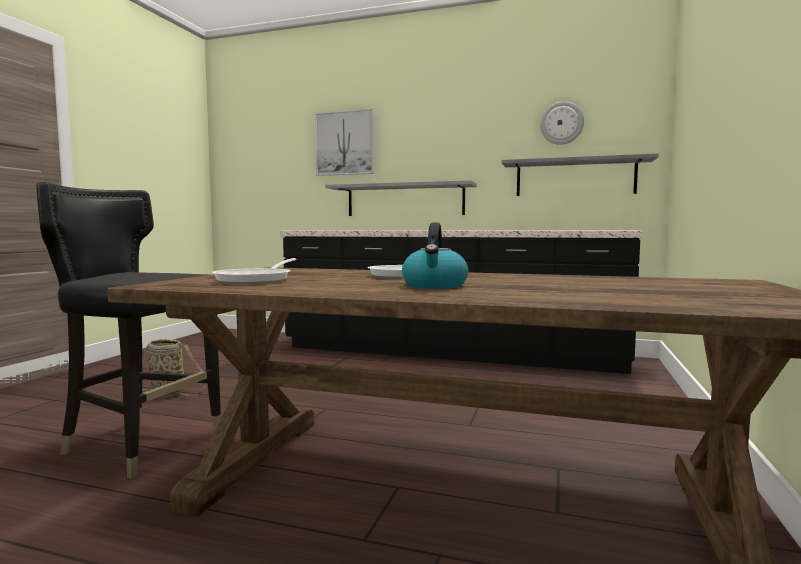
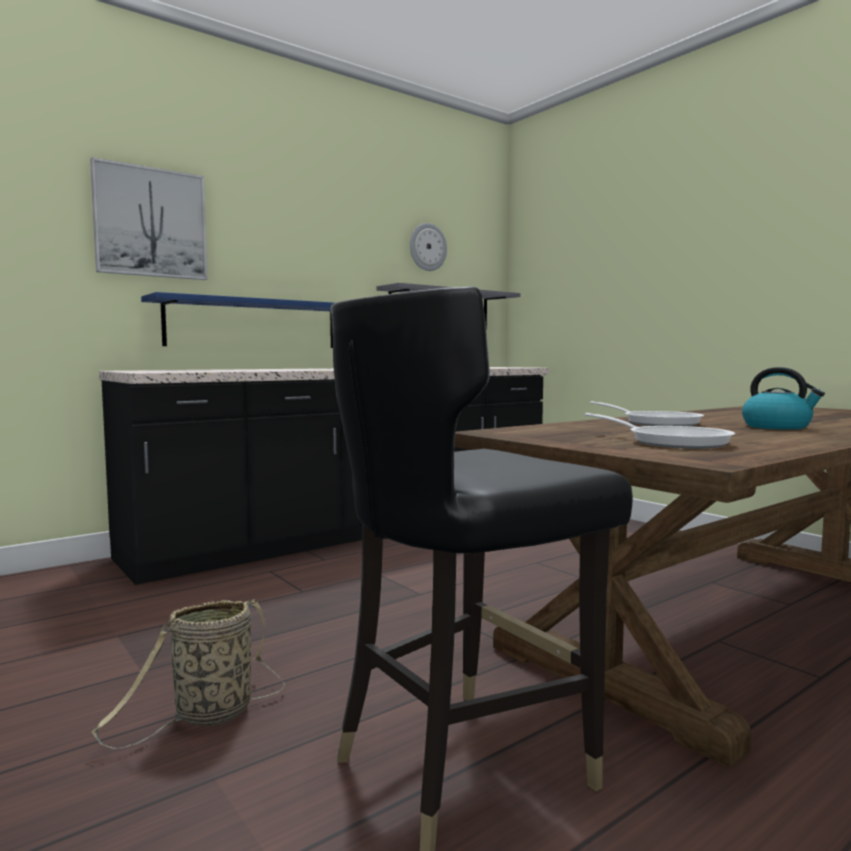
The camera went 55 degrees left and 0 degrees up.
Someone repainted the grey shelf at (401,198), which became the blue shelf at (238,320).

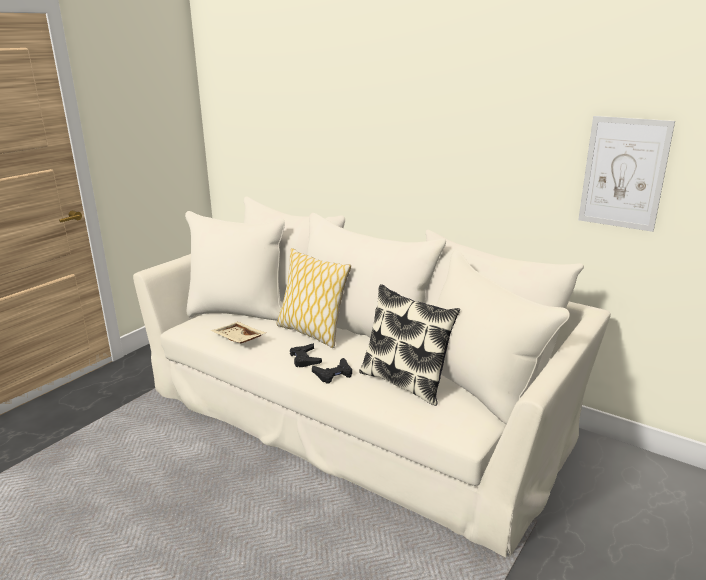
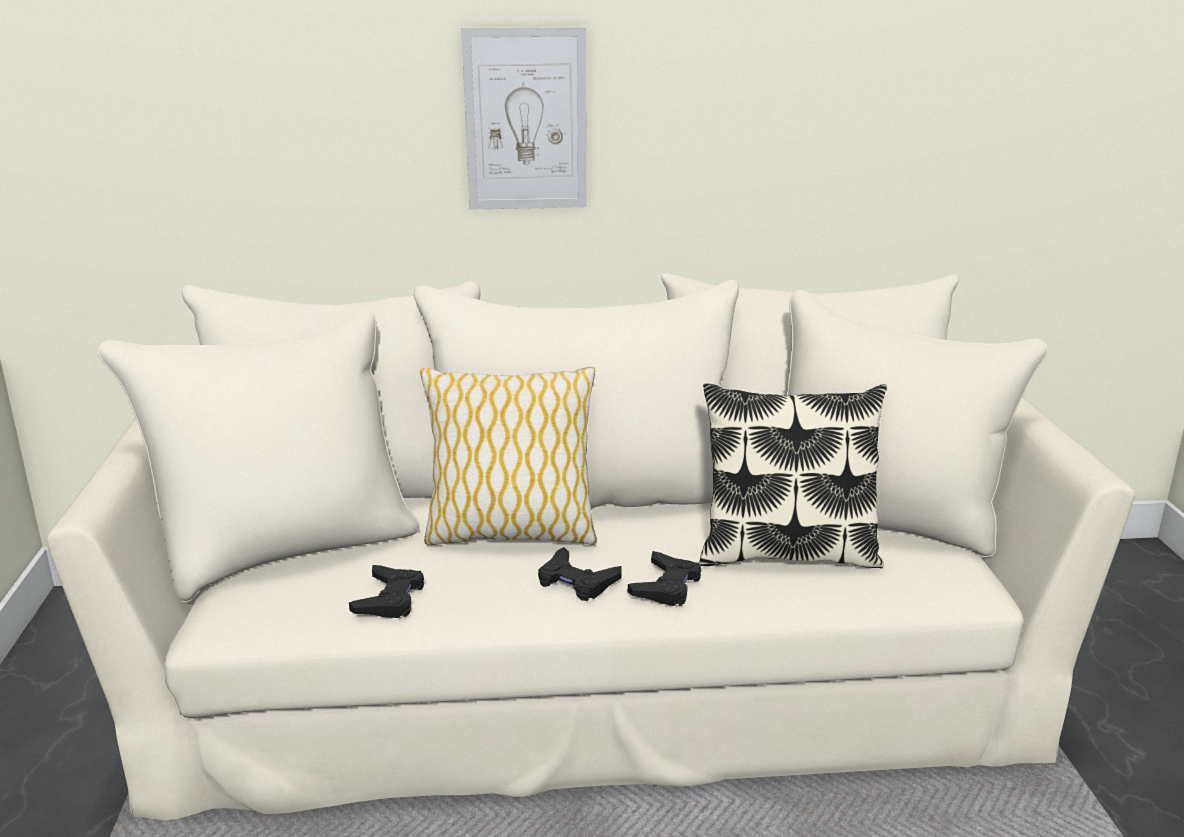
The camera went 40 degrees left and 0 degrees up.
Someone swapped the beige tray at (238,332) for the black game controller at (386,591).
Someone carried the picture from (626,174) to (524,118).

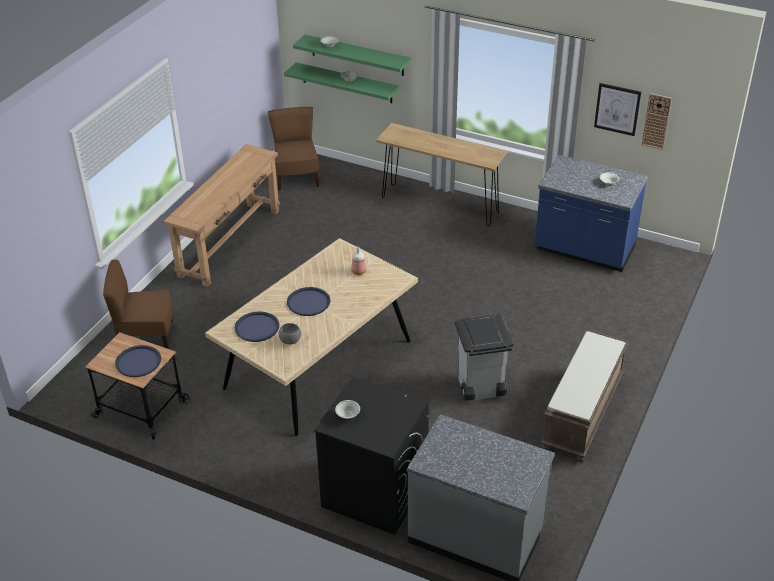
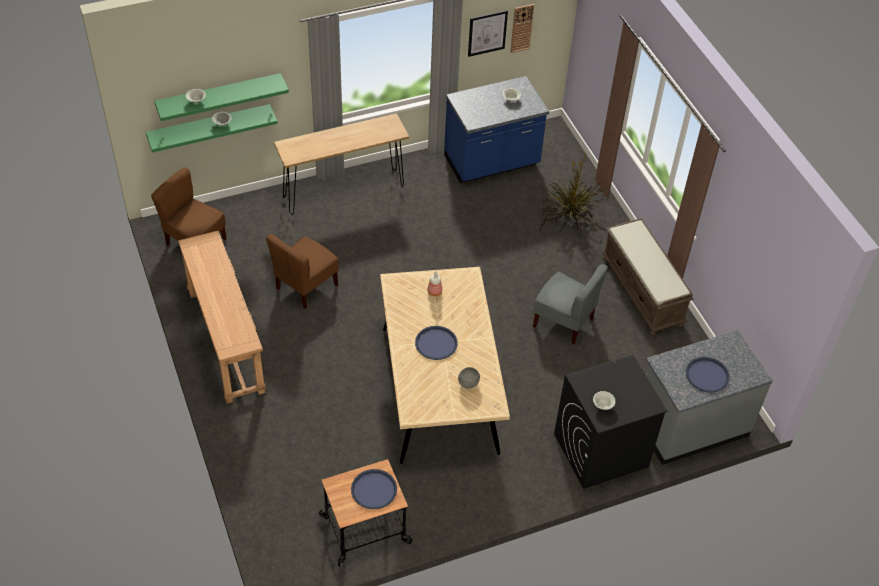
The camera went 50 degrees left and 10 degrees up.
Someone carried the brown chair from (138,304) to (302,271).
Someone swapped the grey trash can at (484,358) for the grey chair at (570,304).
Someone put down the potted plant at (573,194).
Someone carried the blue tray from (257,326) to (708,375).

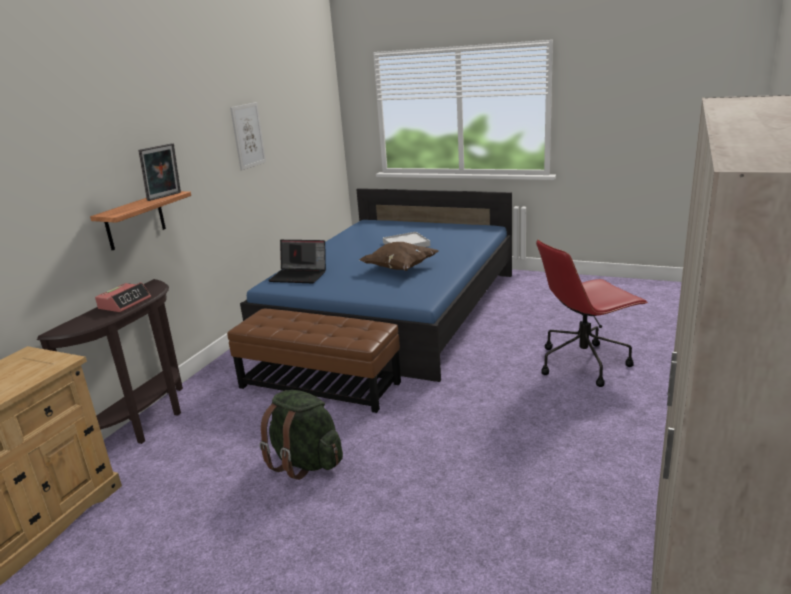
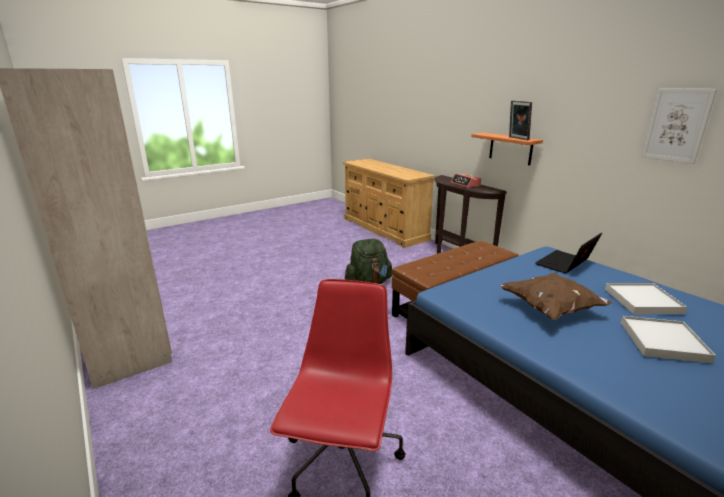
The camera went 120 degrees right and 0 degrees up.
Someone put down the white tray at (646,298).

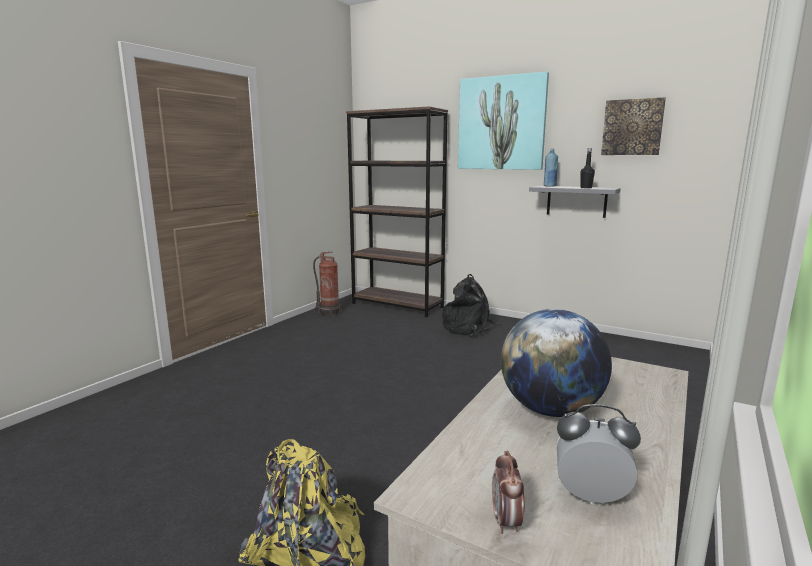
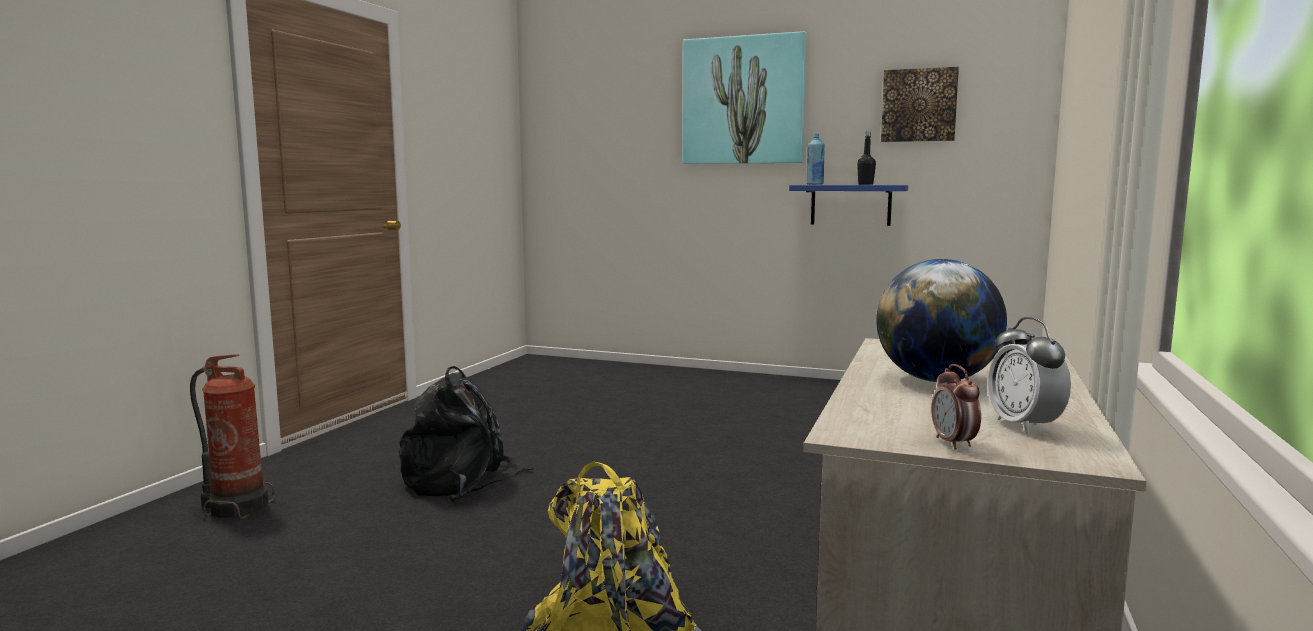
The camera went 10 degrees left and 5 degrees down.
Someone carried the fire extinguisher from (327,284) to (232,436).
Someone carried the black backpack from (472,306) to (466,434).
Someone repainted the grey shelf at (575,202), which became the blue shelf at (848,205).
Someone rotated the alarm clock at (599,454) by 105 degrees counterclockwise.
Someone took away the brown bookcase at (397,211).

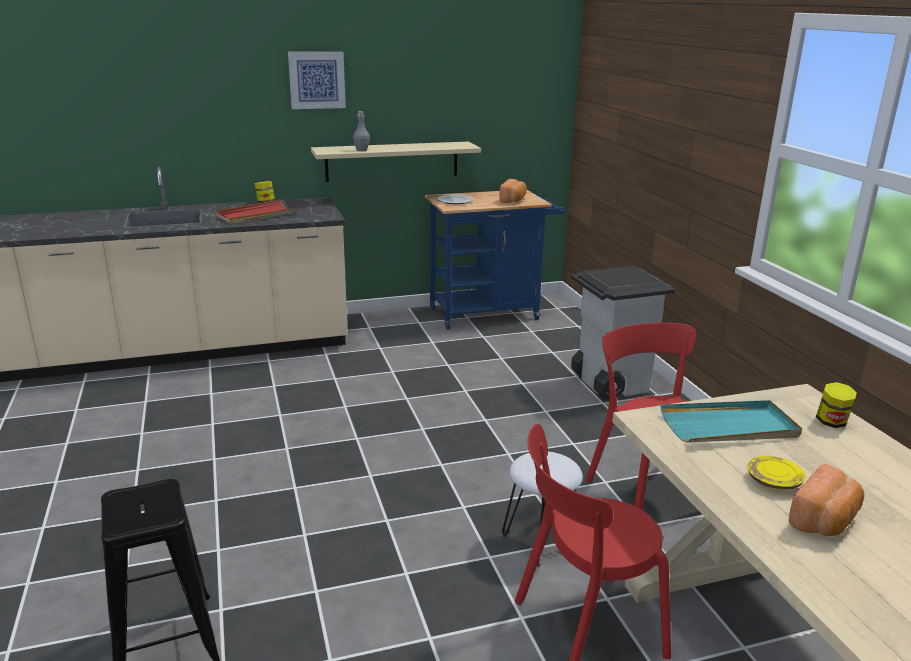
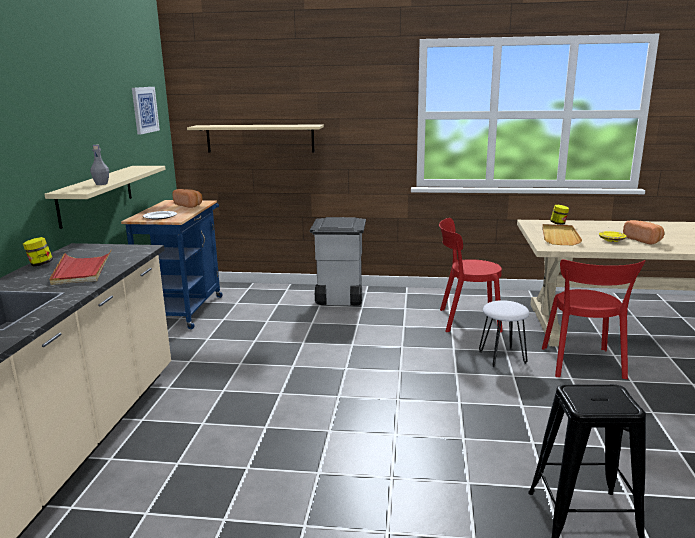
The camera went 65 degrees left and 5 degrees down.
Someone carried the picture from (317,80) to (146,111).
Someone put up the beige shelf at (255,138).
Someone repainted the turquoise tray at (731,421), which became the beige tray at (562,234).

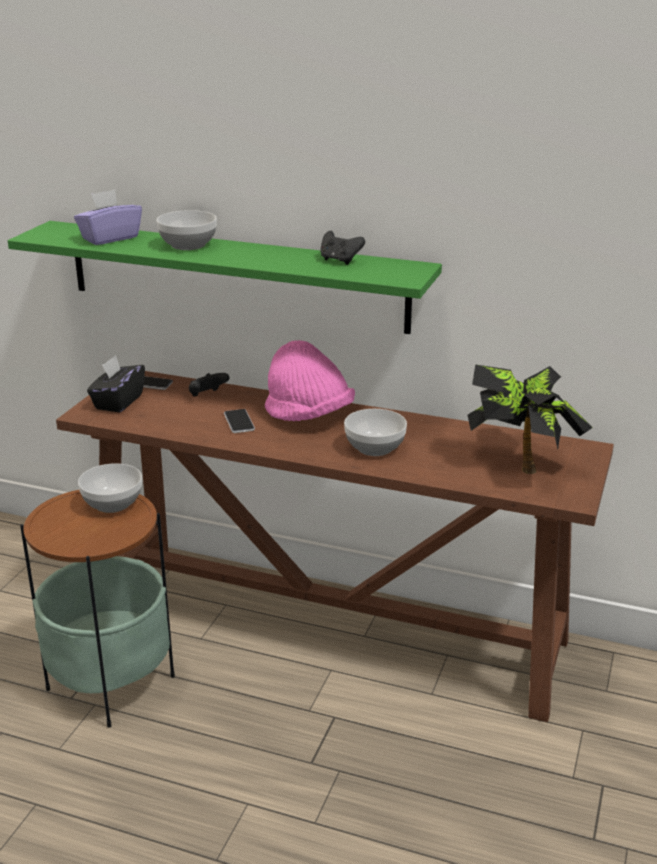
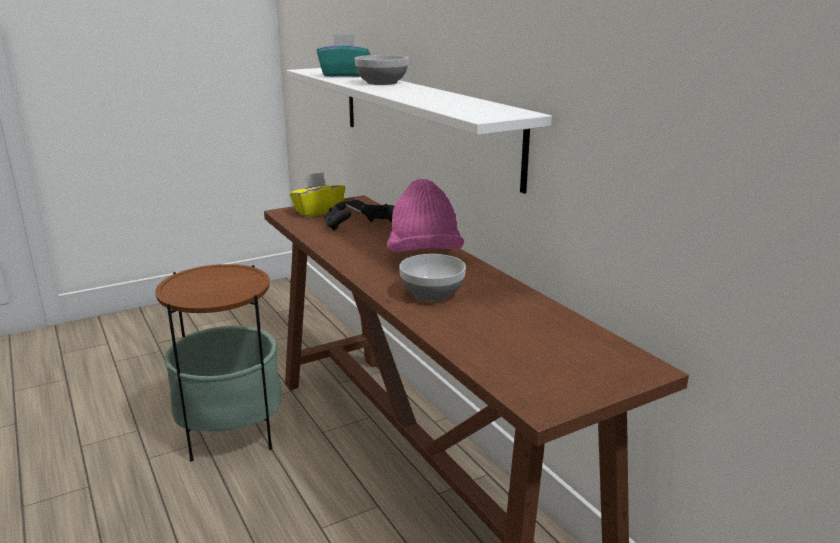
The camera went 40 degrees right and 5 degrees down.
Someone repainted the green shelf at (225,277), which became the white shelf at (419,131).
Someone repainted the black tissue box at (116,384), which became the yellow tissue box at (317,194).
Someone repainted the purple tissue box at (108,217), which became the turquoise tissue box at (343,55).
Someone carried the black game controller from (342,248) to (337,216).
Someone took away the bowl at (110,488).
Someone took away the phone at (239,421).
Someone took away the potted plant at (530,419).

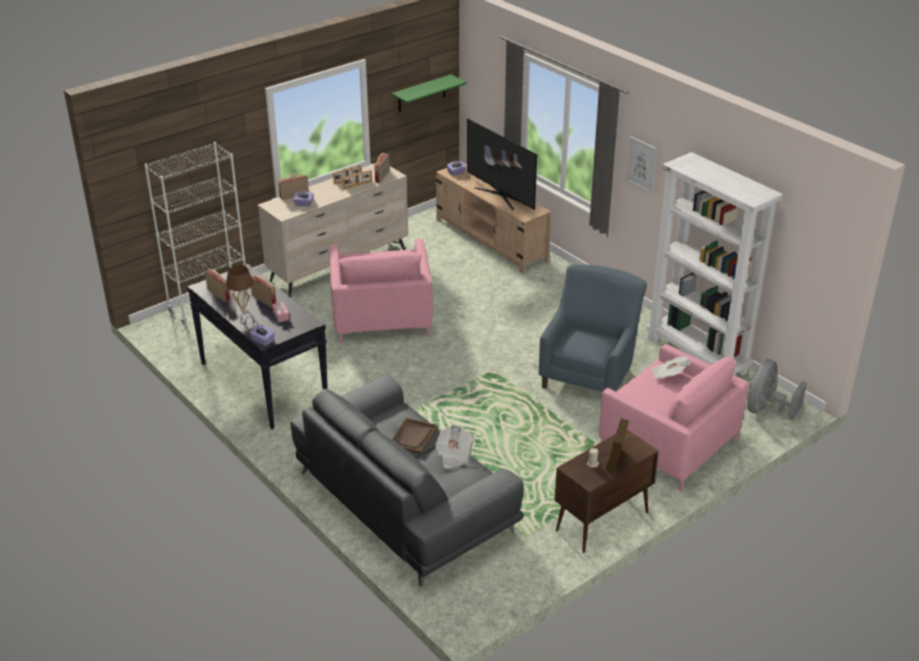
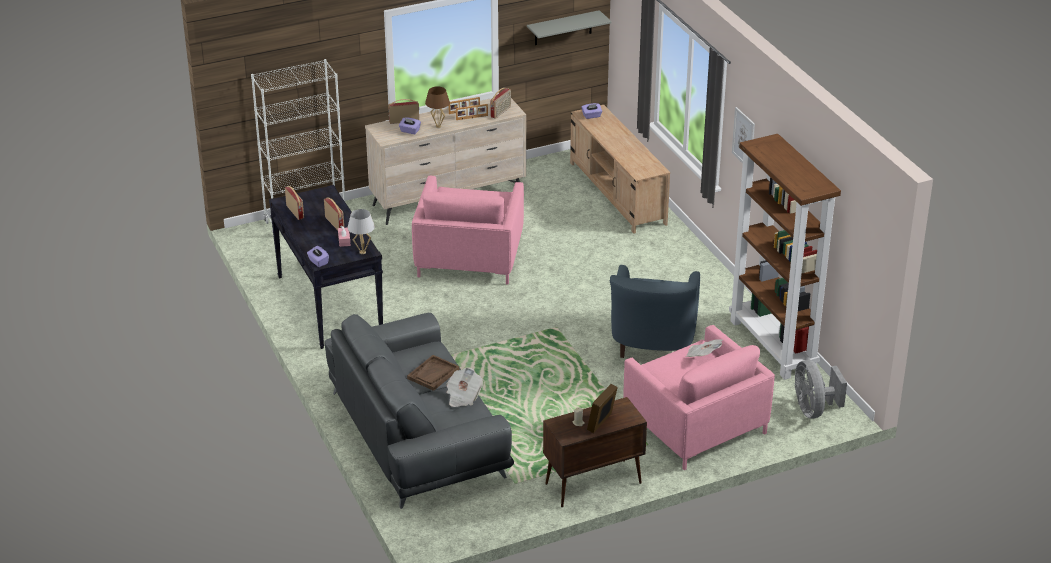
The camera went 15 degrees right and 0 degrees up.
Someone put down the white table lamp at (361,231).
Someone carried the brown table lamp from (240,288) to (437,107).
Someone repainted the green shelf at (429,93), which became the grey shelf at (569,27).
Someone rotated the blue armchair at (593,328) by 150 degrees clockwise.
Someone repainted the white bookcase at (715,263), which became the brown bookcase at (785,257).
Someone rotated the grey fan at (777,389) by 60 degrees counterclockwise.
Someone took away the television at (502,164).

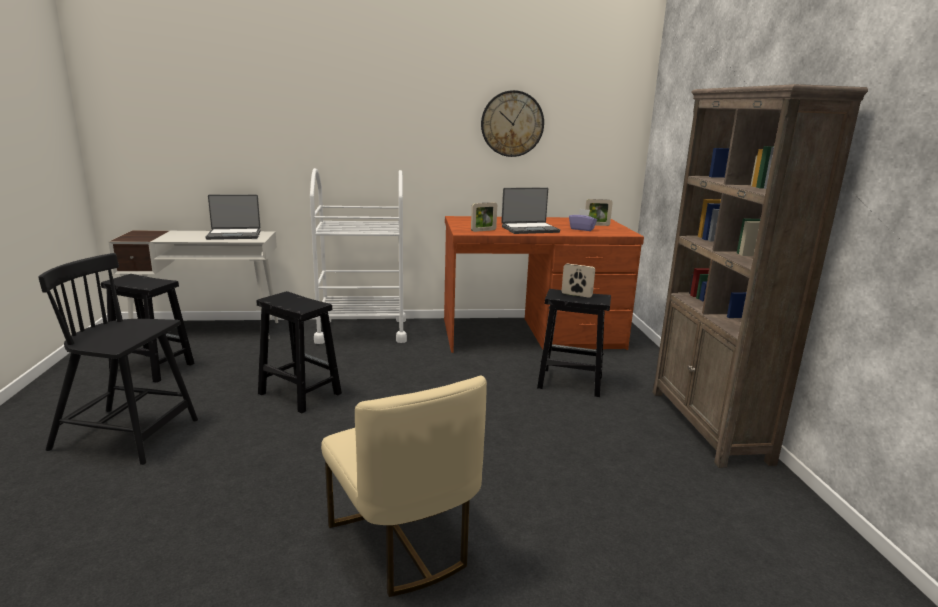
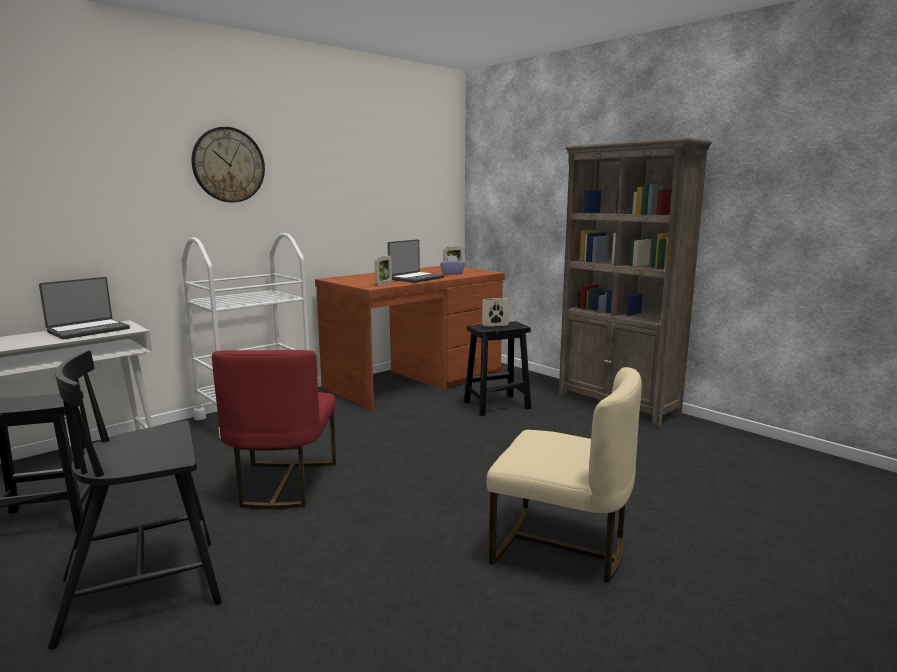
The camera went 35 degrees left and 5 degrees down.
Someone carried the wall clock from (512,123) to (228,165).
Someone swapped the black stool at (299,352) for the red chair at (274,429).

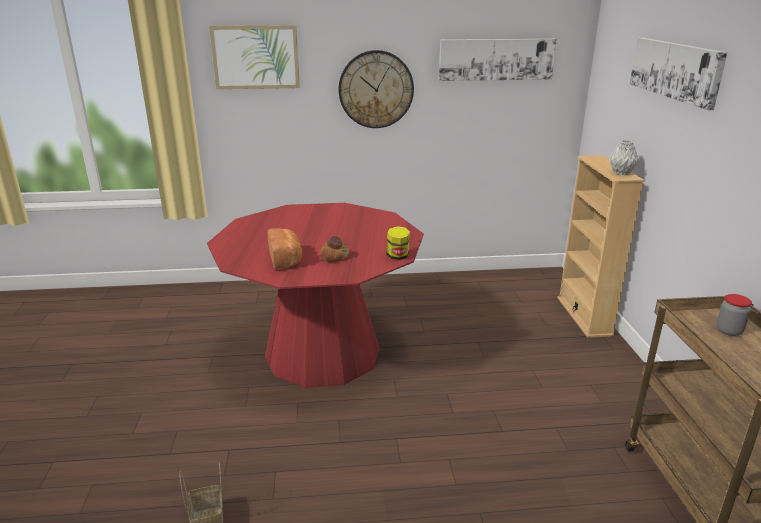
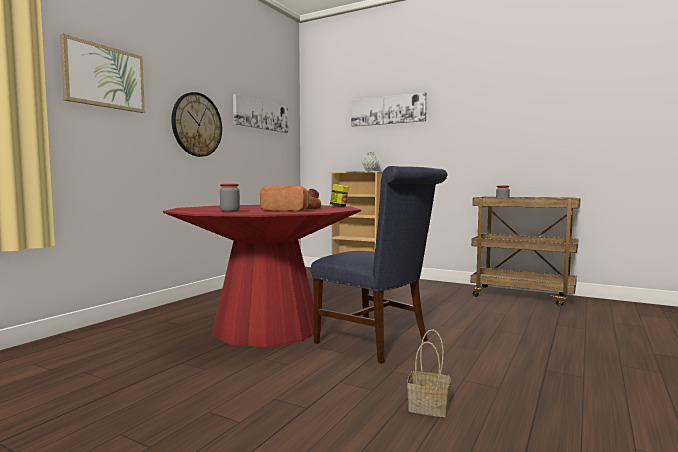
The camera went 55 degrees left and 20 degrees down.
Someone put down the jar at (230,198).
Someone put down the blue chair at (379,265).

